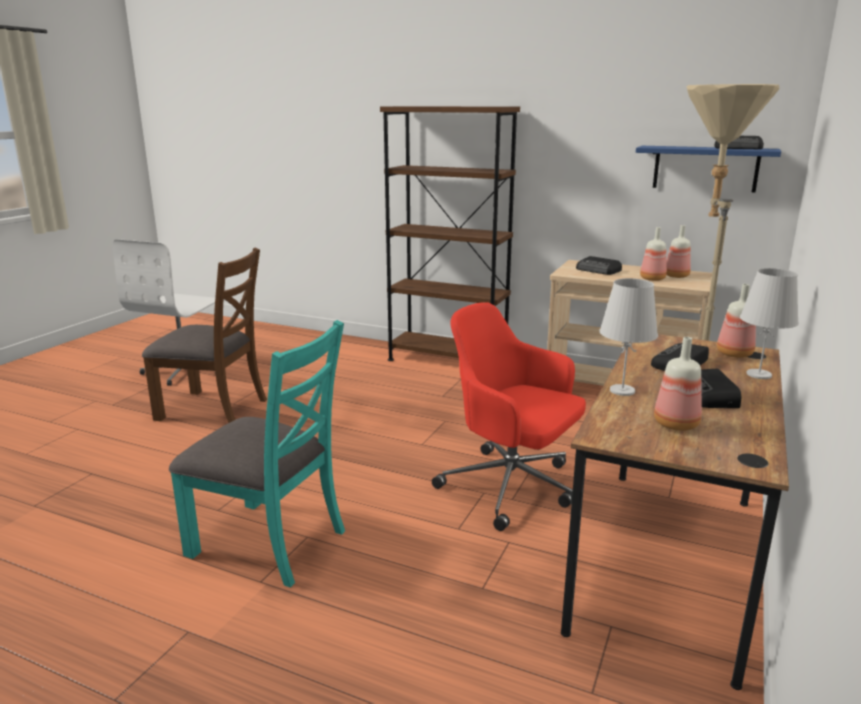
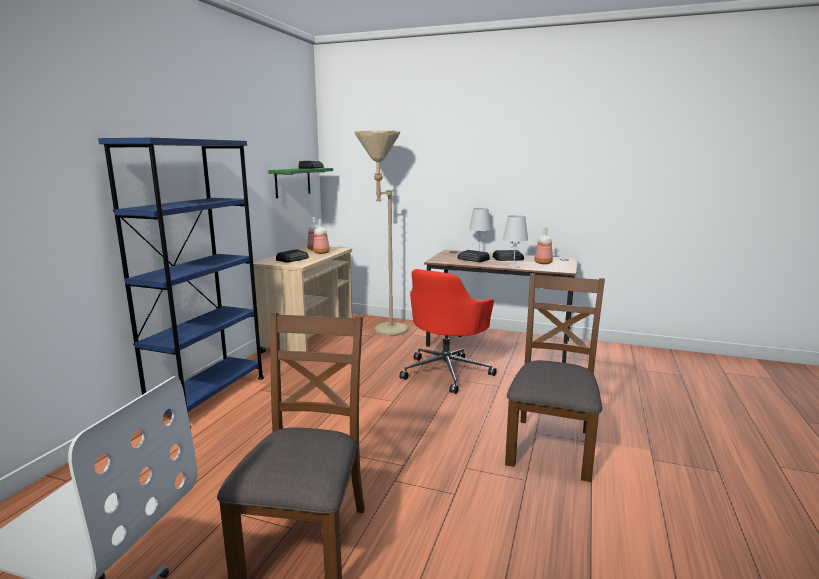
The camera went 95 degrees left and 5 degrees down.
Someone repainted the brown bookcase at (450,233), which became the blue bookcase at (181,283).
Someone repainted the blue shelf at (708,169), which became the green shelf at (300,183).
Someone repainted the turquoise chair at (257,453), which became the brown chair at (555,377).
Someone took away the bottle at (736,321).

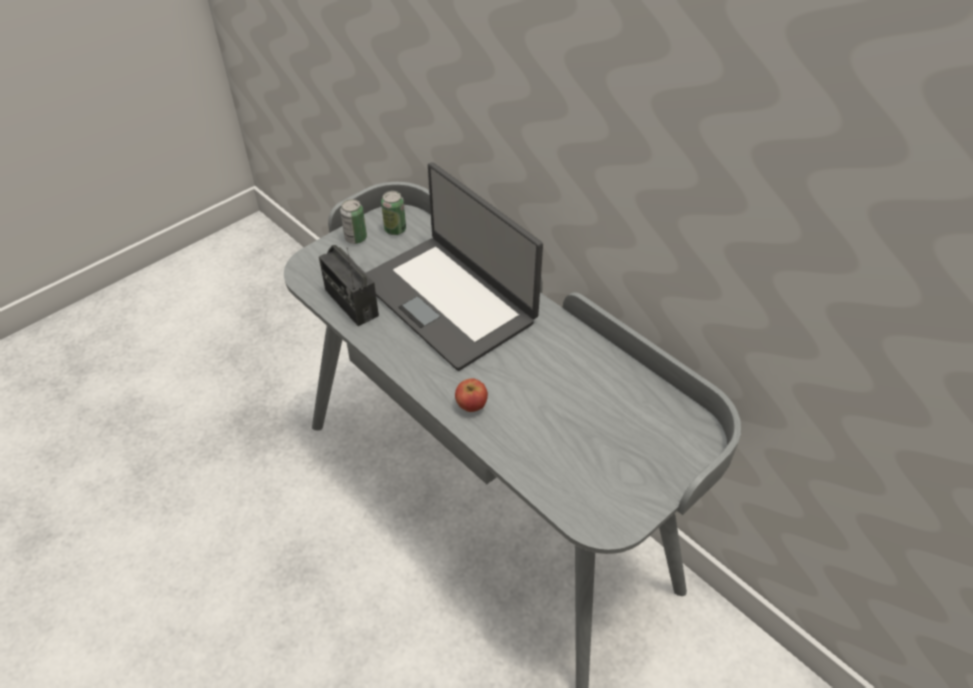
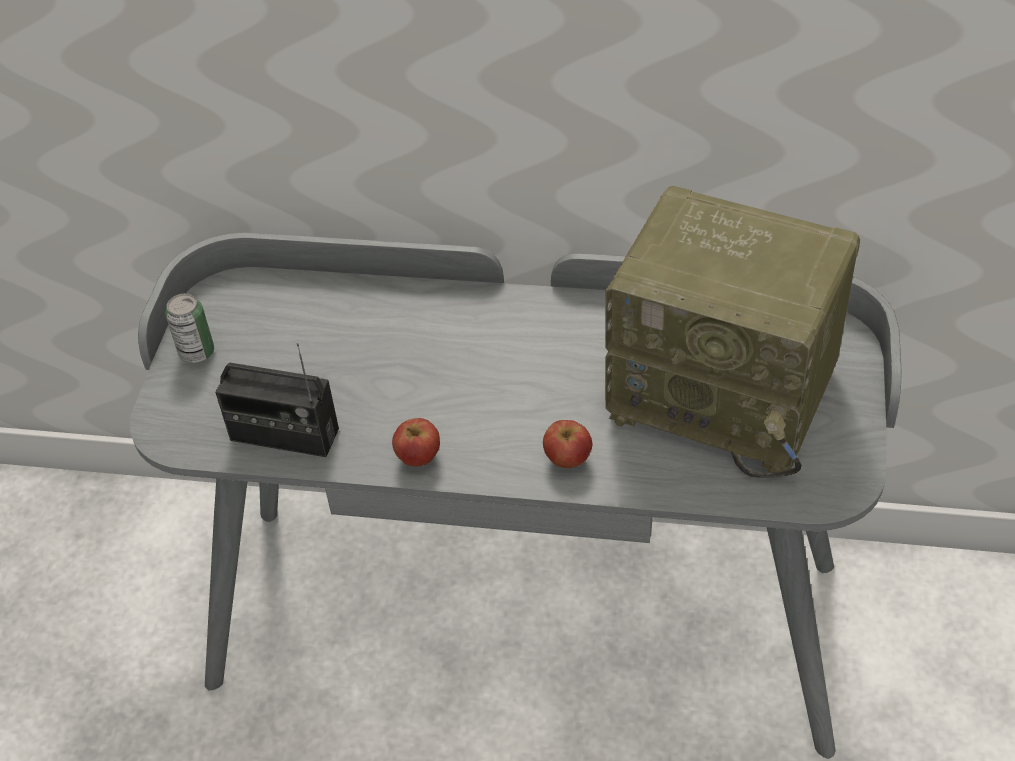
The camera went 35 degrees left and 0 degrees up.
Someone put down the apple at (416,442).
Someone put down the radio at (732,332).
Someone took away the laptop at (454,266).
Someone took away the can at (393,213).

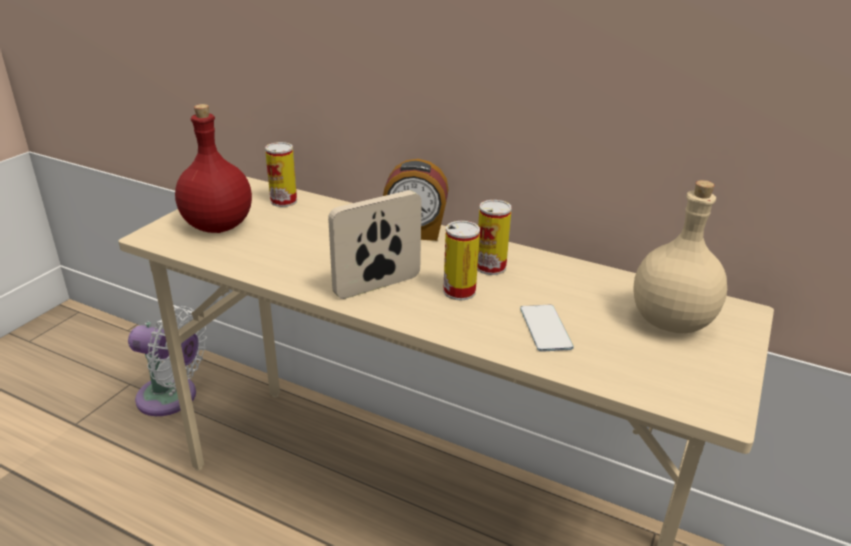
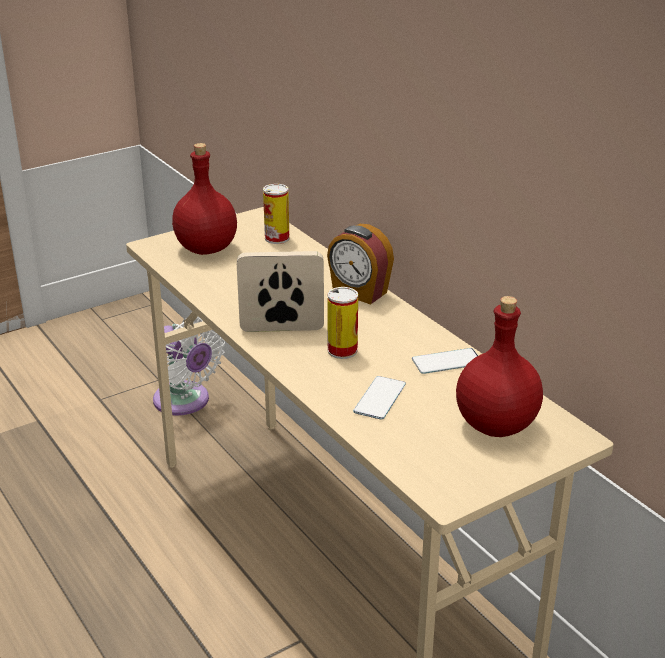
The camera went 30 degrees right and 0 degrees up.
Someone put down the phone at (445,361).
Someone repainted the beige bottle at (680,256), which became the red bottle at (499,366).
Someone took away the can at (494,237).

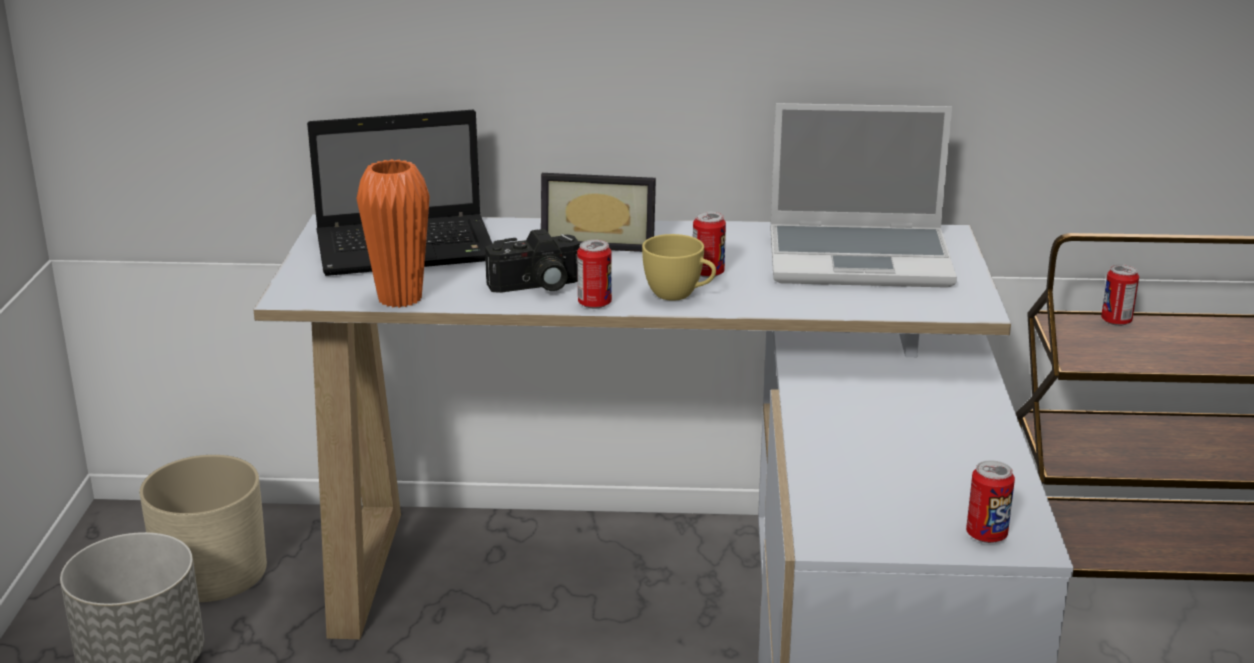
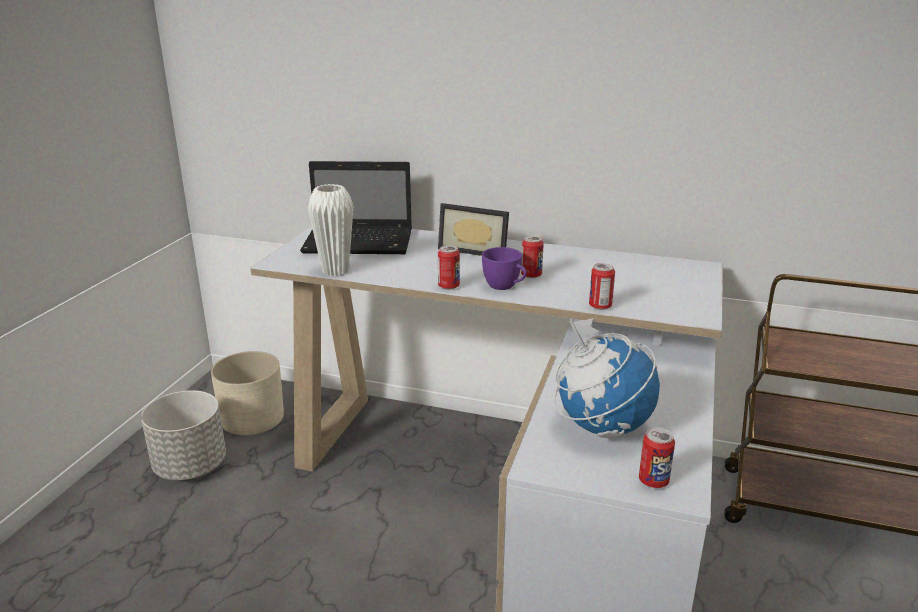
The camera went 15 degrees right and 0 degrees up.
Someone repainted the orange vase at (393,233), which became the white vase at (330,230).
Someone repainted the yellow cup at (679,267), which became the purple cup at (504,268).
Someone put down the globe at (607,378).
Someone carried the can from (1120,295) to (602,286).
Someone took away the photo camera at (532,261).
Someone took away the laptop at (863,195).

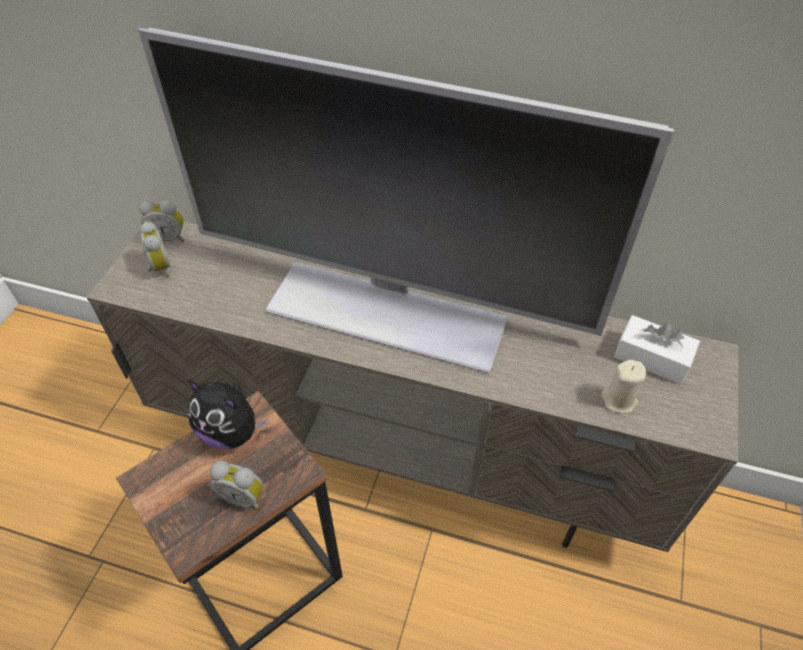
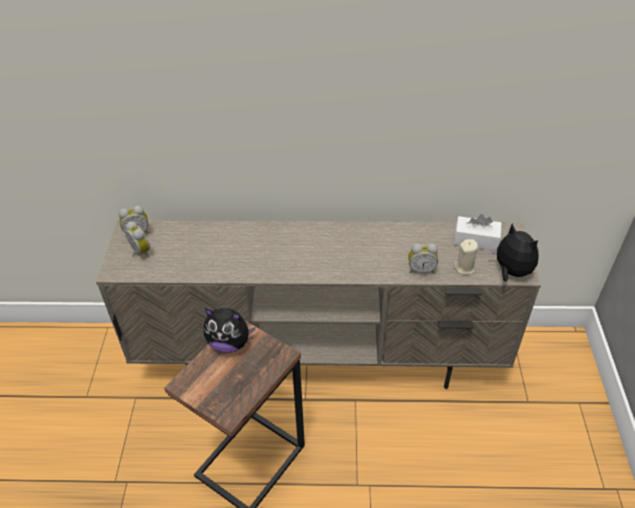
The camera went 15 degrees left and 5 degrees down.
Someone carried the alarm clock from (236,485) to (423,258).
Someone put down the plush toy at (514,252).
Someone took away the television at (406,200).

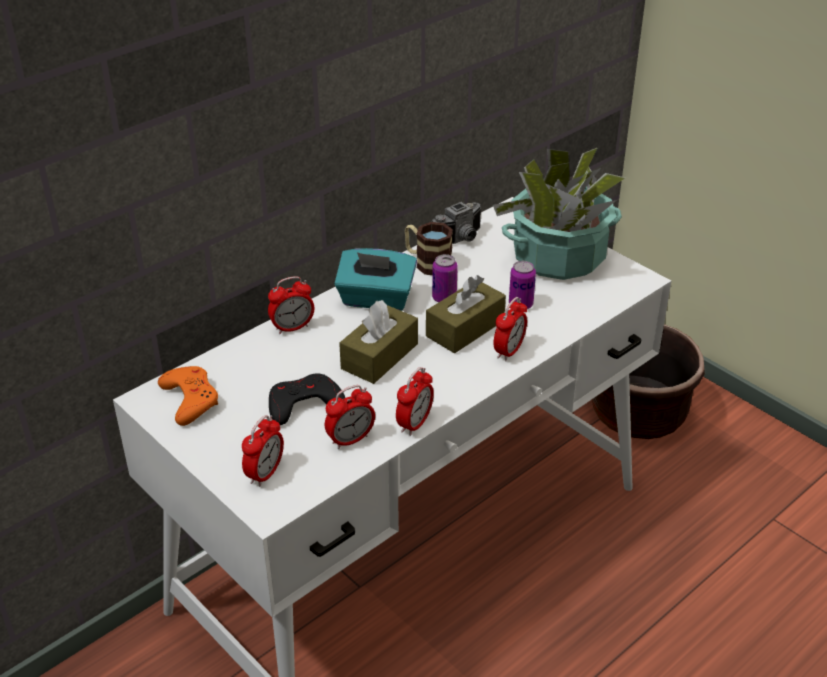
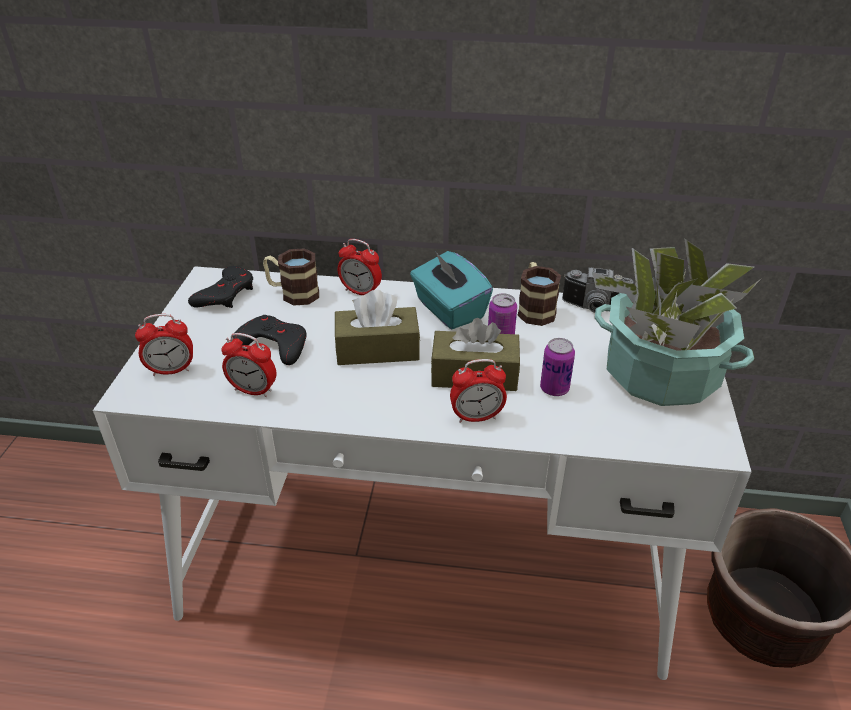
The camera went 50 degrees right and 0 degrees up.
Someone repainted the orange game controller at (188,396), which became the black game controller at (220,287).
Someone put down the mug at (291,277).
Someone took away the alarm clock at (415,401).

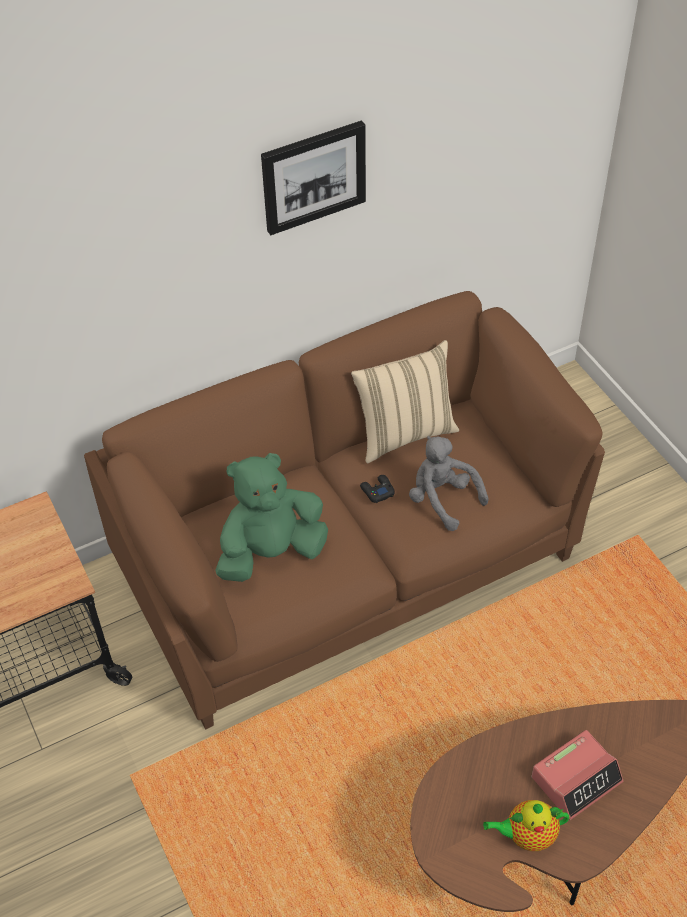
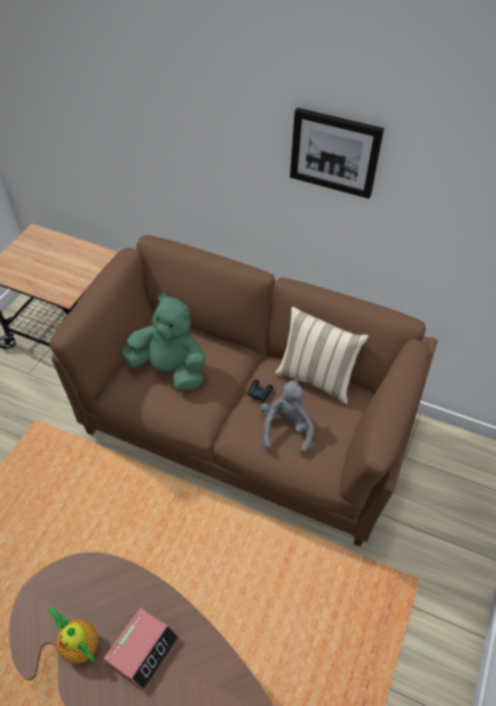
The camera went 50 degrees right and 0 degrees up.
Someone rotated the alarm clock at (577,775) by 75 degrees counterclockwise.

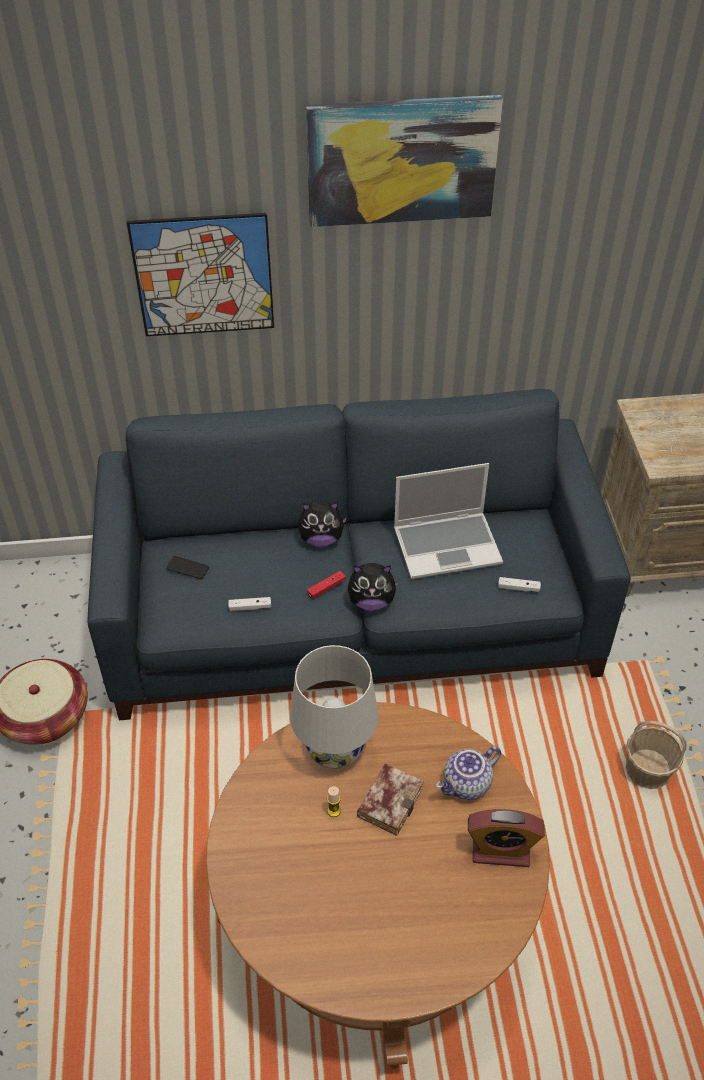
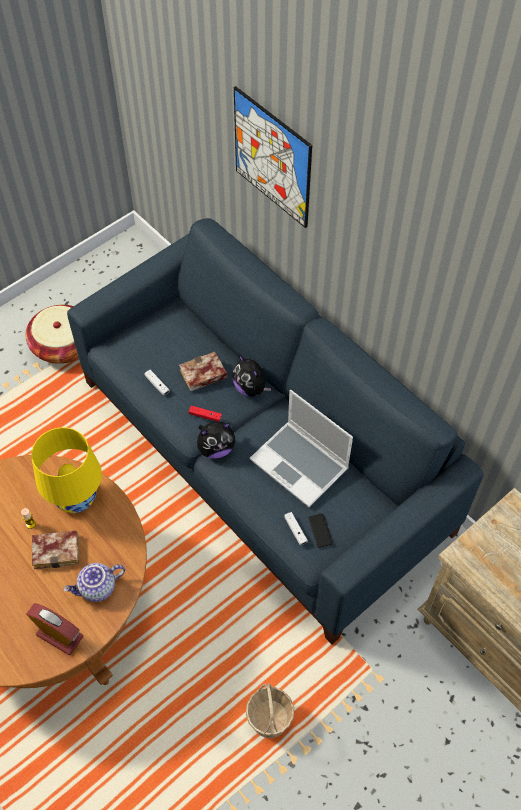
The camera went 55 degrees right and 10 degrees up.
Someone rotated the alarm clock at (506,838) by 150 degrees clockwise.
Someone repainted the white table lamp at (334,707), which became the yellow table lamp at (66,470).
Someone rotated the teapot at (468,773) by 45 degrees counterclockwise.
Someone put down the book at (203,371).
Someone rotated the plush toy at (373,587) by 75 degrees counterclockwise.
Someone carried the phone from (187,567) to (321,530).
Someone took away the picture at (404,161).

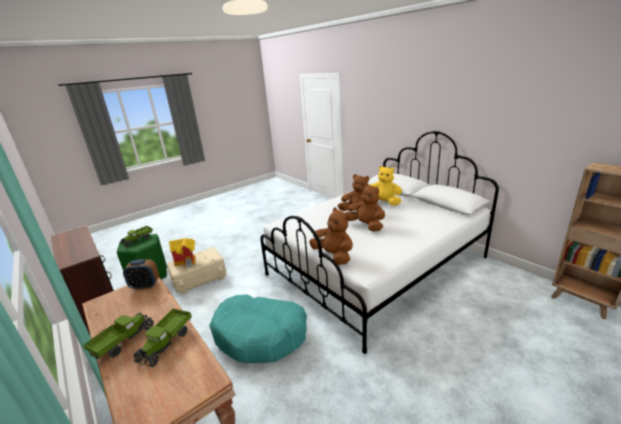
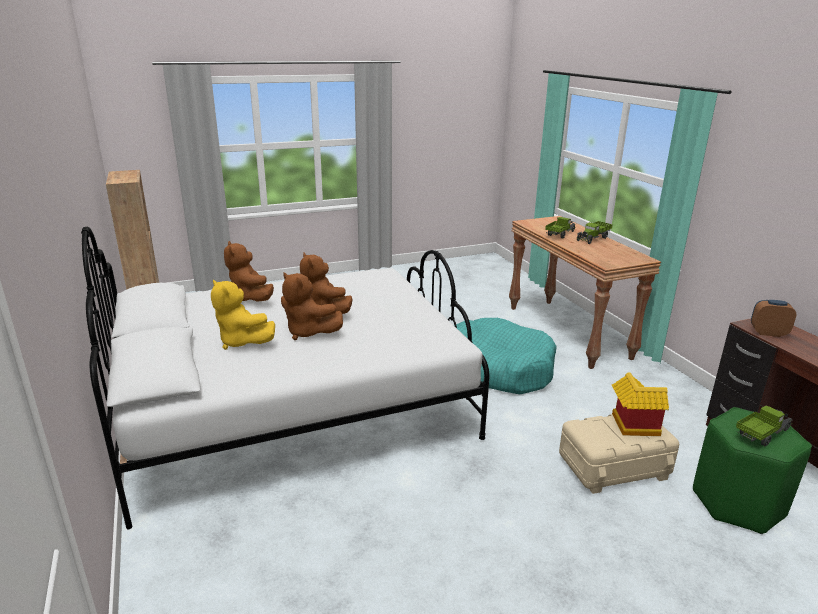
The camera went 165 degrees left and 0 degrees up.
Someone carried the brown plush toy from (331,236) to (249,271).
Someone carried the alarm clock from (141,274) to (773,318).

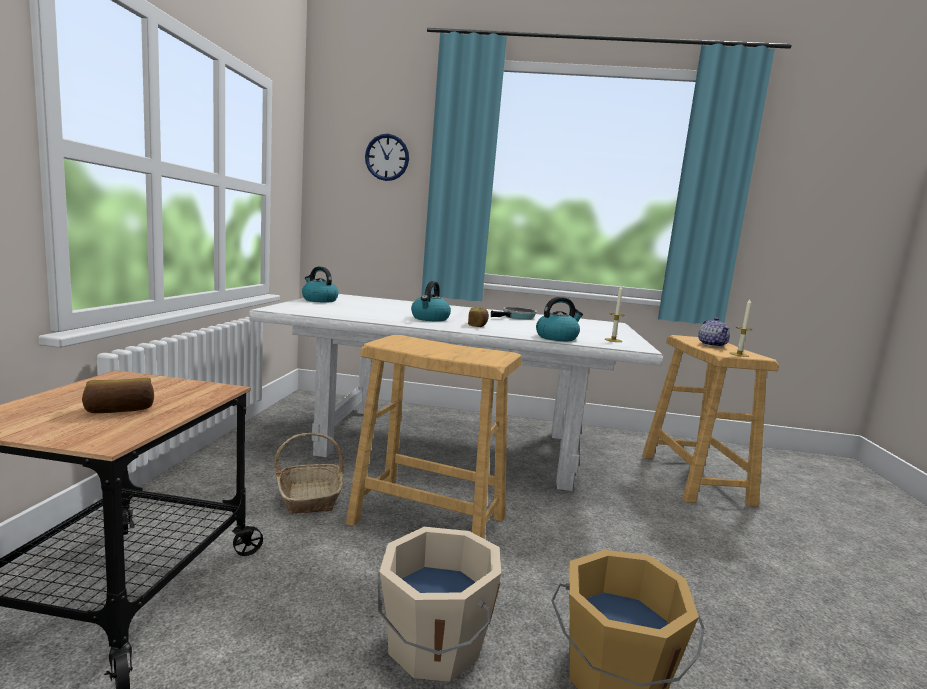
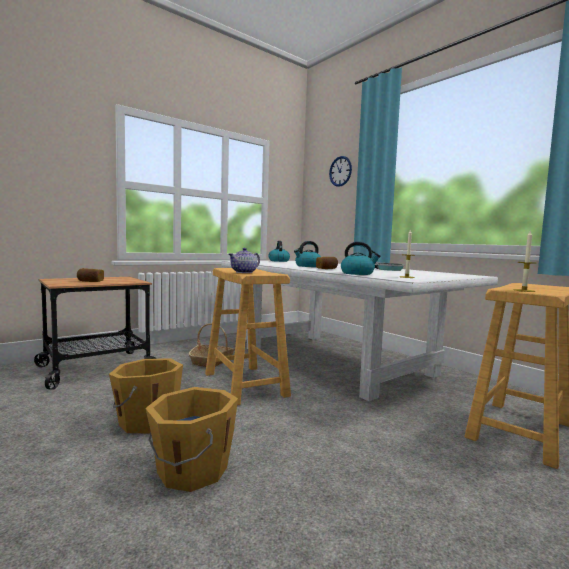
The camera went 45 degrees right and 5 degrees down.
Someone repainted the beige bucket at (439,604), which became the orange bucket at (146,395).
Someone carried the teapot from (714,332) to (244,260).

